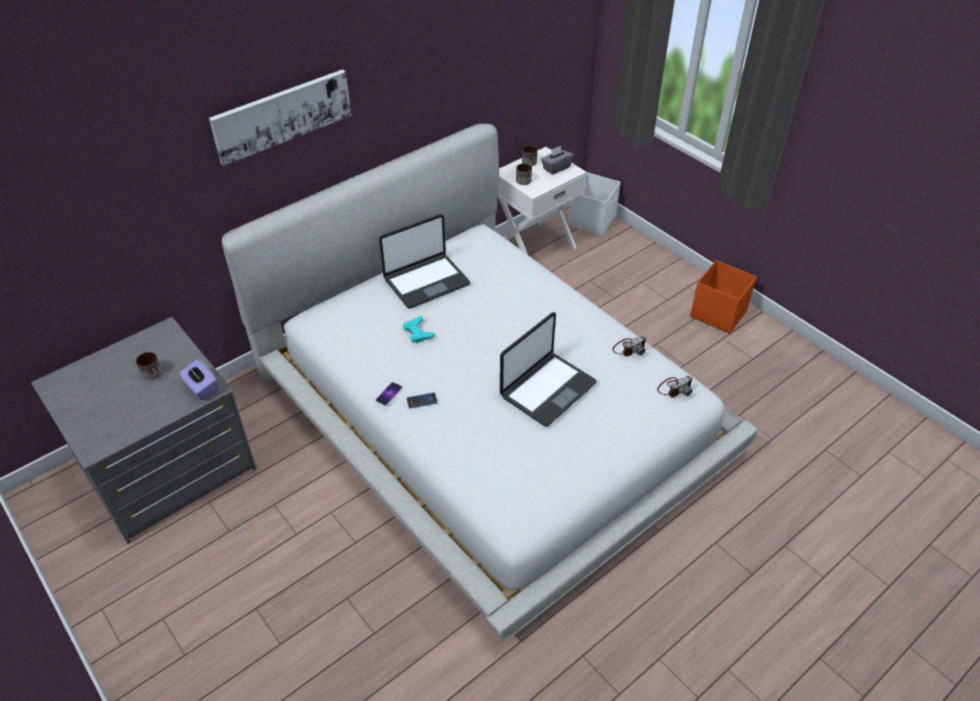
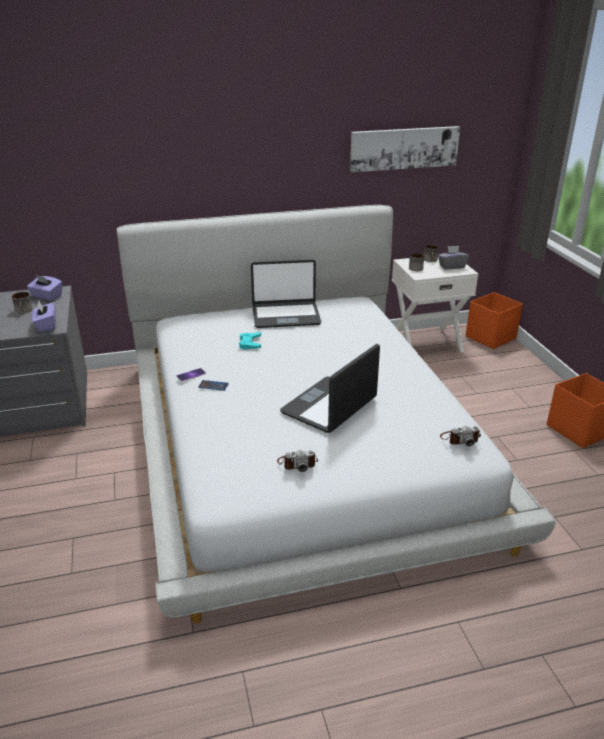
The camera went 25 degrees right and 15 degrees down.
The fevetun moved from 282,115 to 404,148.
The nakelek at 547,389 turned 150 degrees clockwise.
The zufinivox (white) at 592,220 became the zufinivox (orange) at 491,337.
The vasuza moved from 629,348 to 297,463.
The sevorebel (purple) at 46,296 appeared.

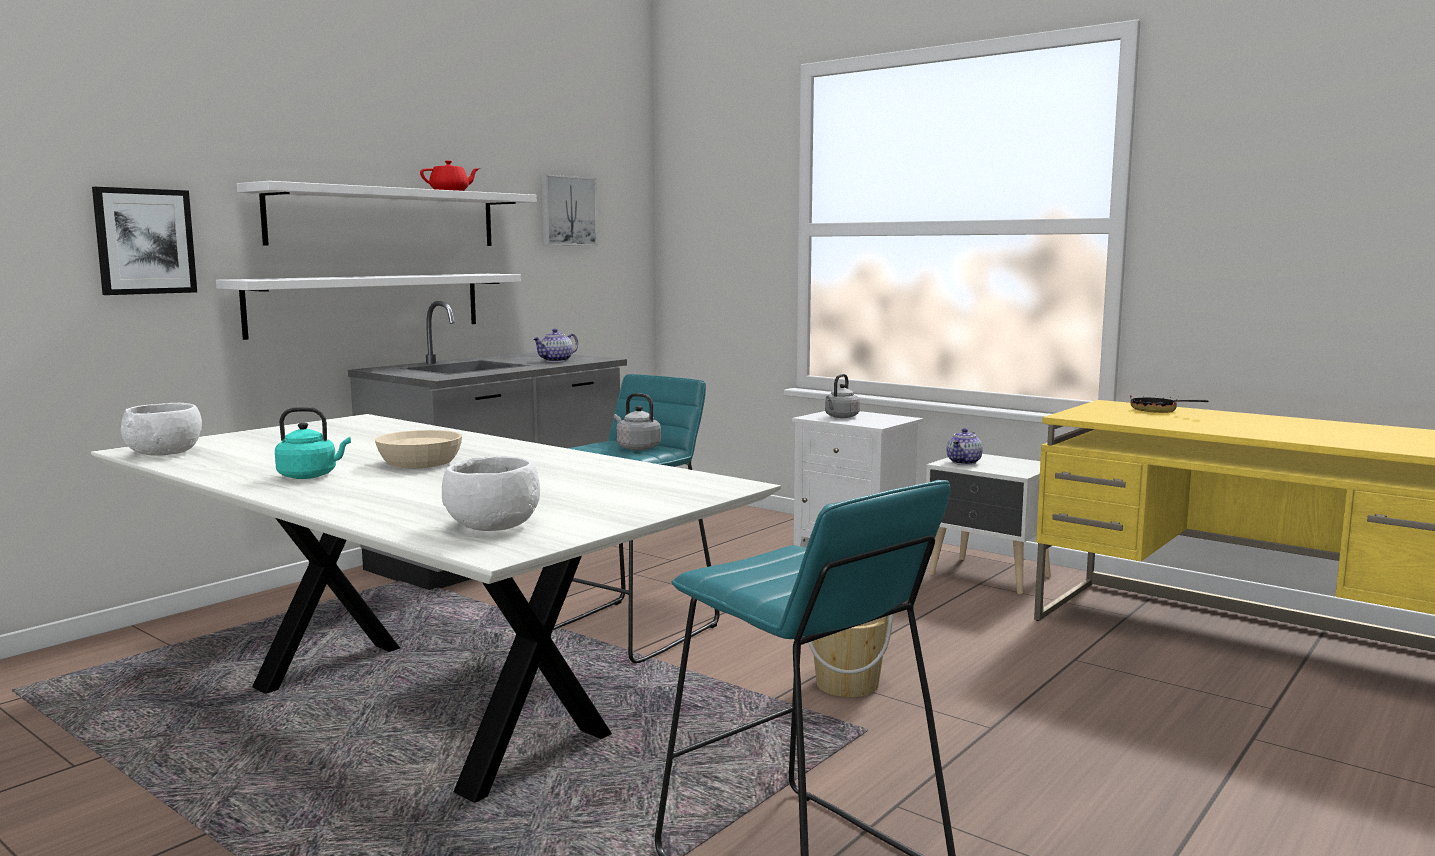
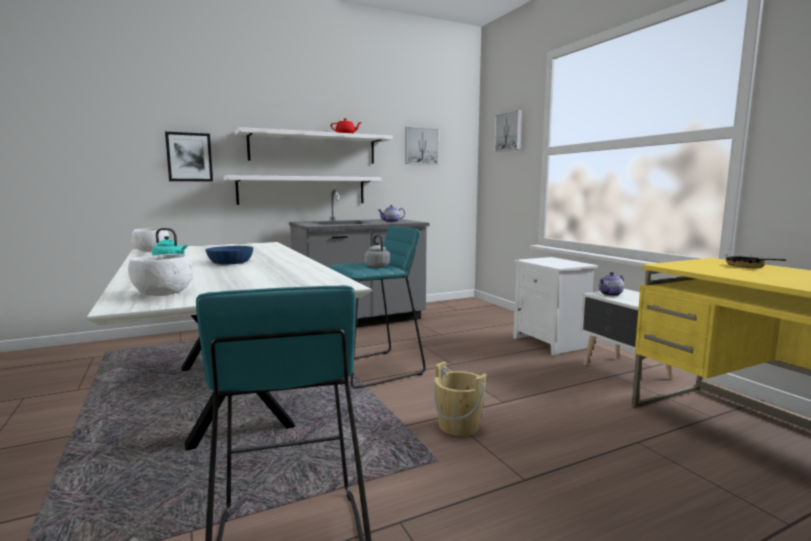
The camera went 25 degrees right and 0 degrees up.
The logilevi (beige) at 421,463 became the logilevi (blue) at 231,262.
The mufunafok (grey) at 840,417 disappeared.
The fevetun at 509,131 appeared.

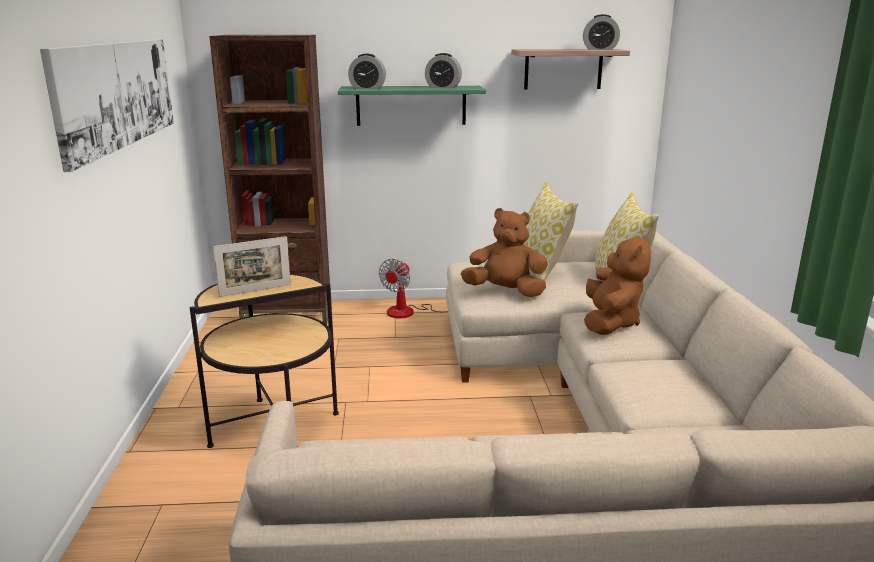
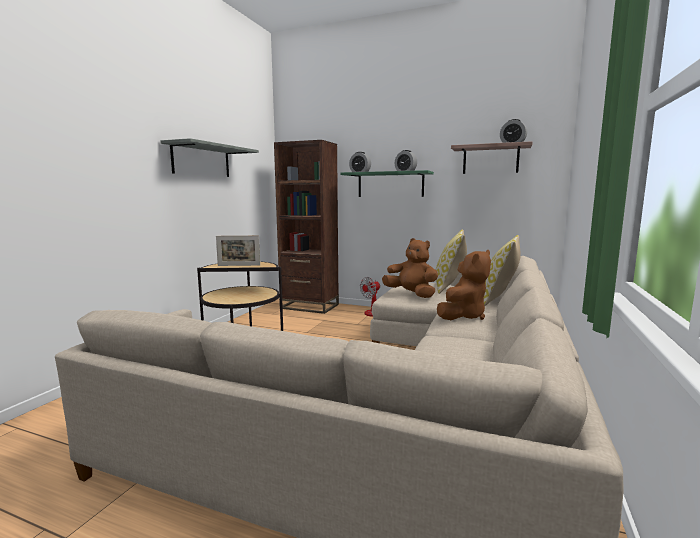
The camera went 25 degrees right and 10 degrees down.
The fevetun at 117,94 was replaced by the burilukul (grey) at 201,161.

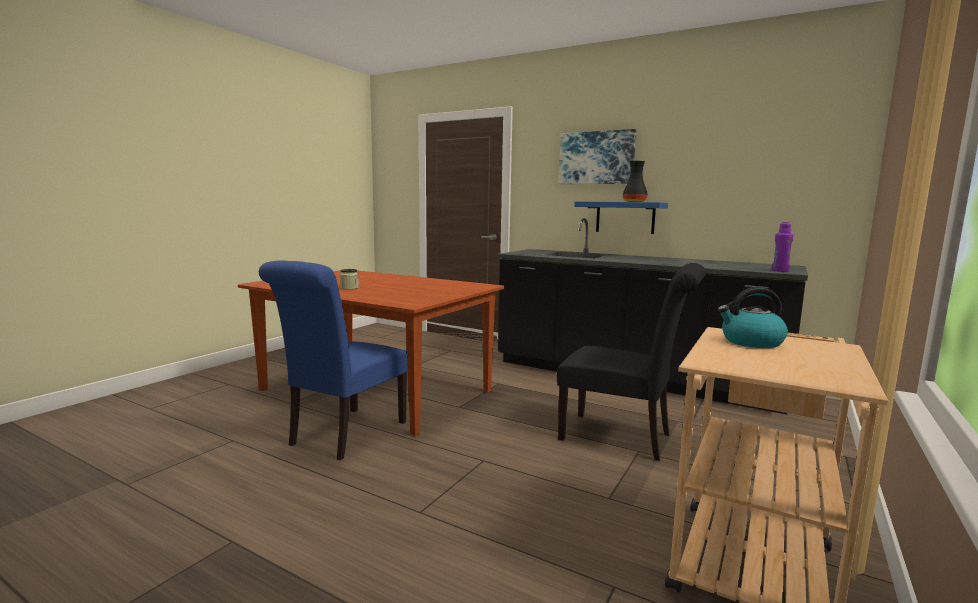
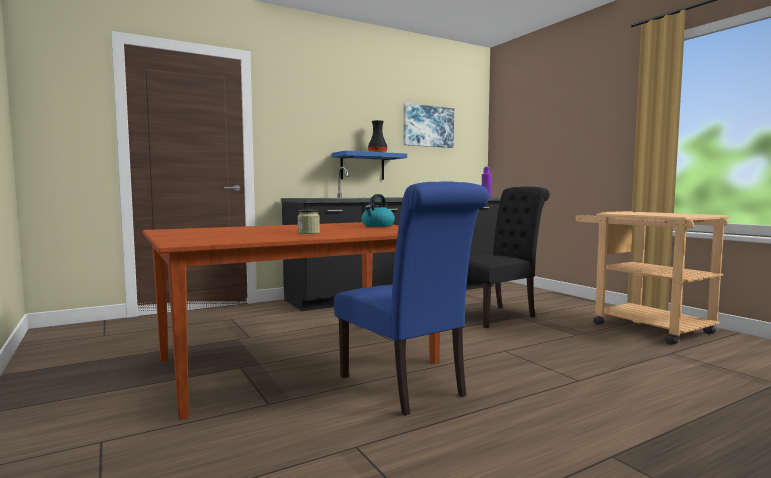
The camera went 60 degrees left and 5 degrees down.
The fevetun moved from 596,158 to 428,126.
The mufunafok moved from 751,342 to 377,225.

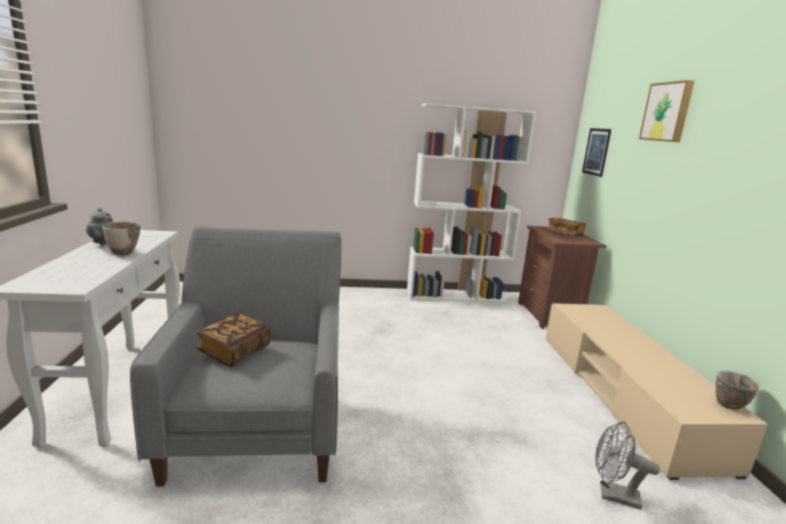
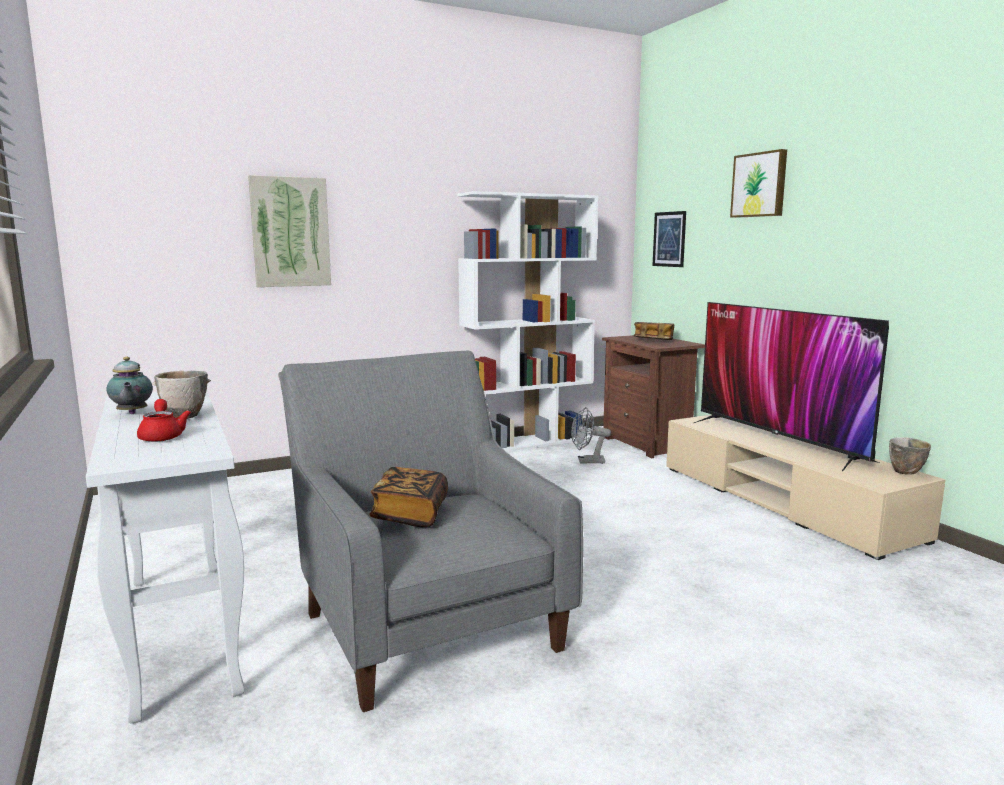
The camera went 20 degrees left and 5 degrees down.
The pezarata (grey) moved from 612,495 to 587,461.
The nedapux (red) at 162,436 appeared.
The fevetun at 290,232 appeared.
The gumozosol at 778,440 appeared.

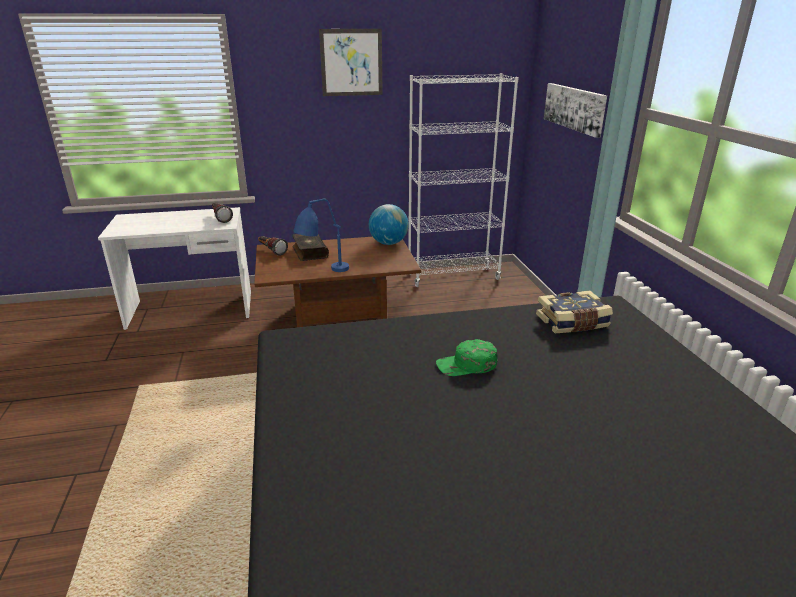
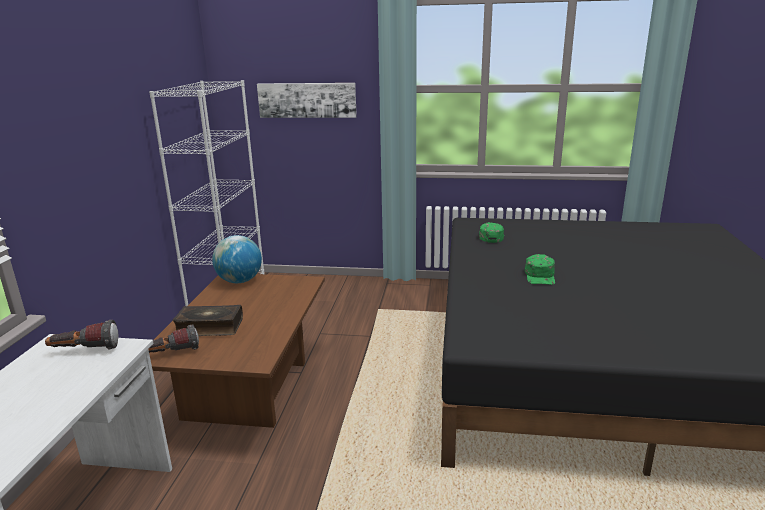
The camera went 70 degrees left and 5 degrees down.
The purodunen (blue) at 322,273 disappeared.
The fevetun at 351,62 disappeared.
The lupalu at 572,323 was replaced by the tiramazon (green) at 490,236.

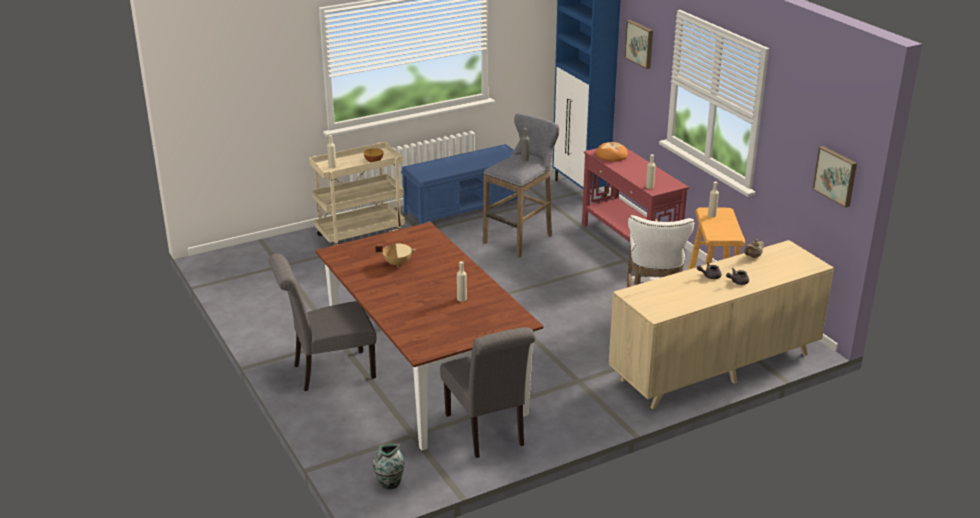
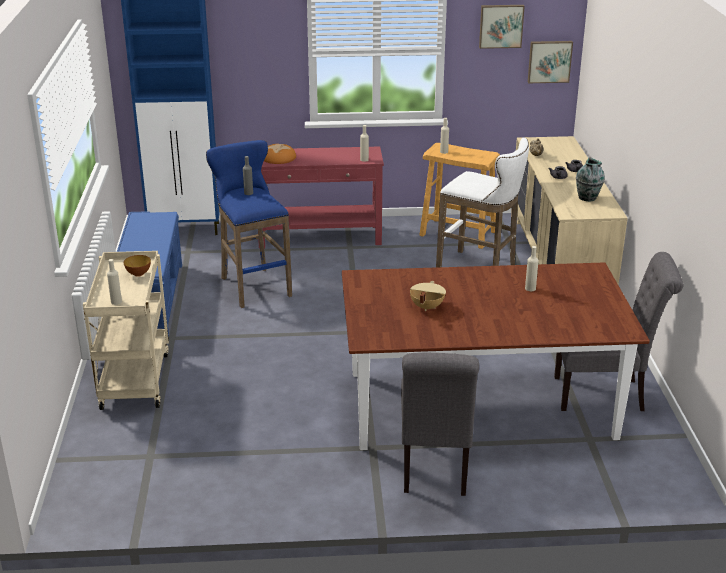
The camera went 65 degrees left and 0 degrees up.
The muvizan moved from 389,483 to 587,198.
The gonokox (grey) at 520,238 became the gonokox (blue) at 253,285.
The fevetun moved from 640,43 to 501,26.

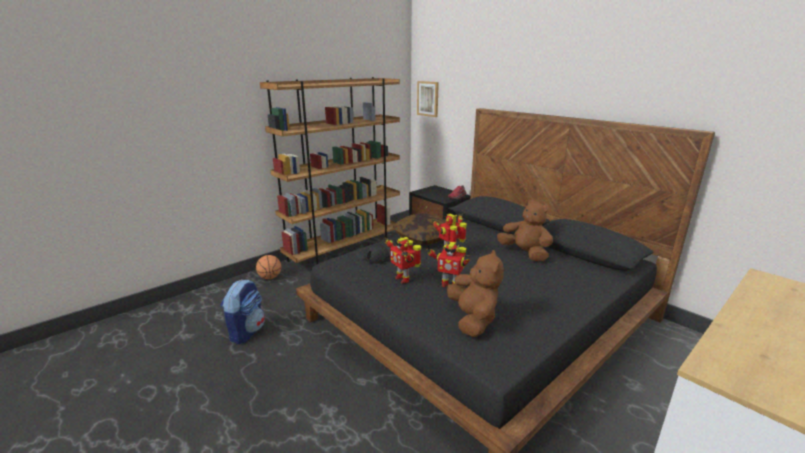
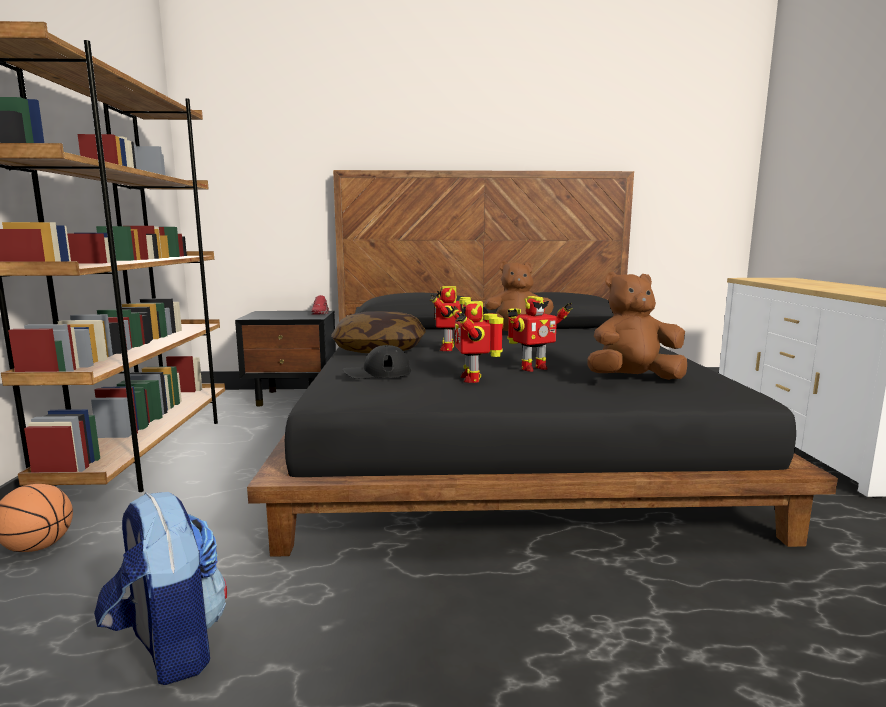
The camera went 50 degrees left and 10 degrees down.
The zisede at 403,278 turned 75 degrees clockwise.
The fevetun at 428,98 disappeared.
The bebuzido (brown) at 473,320 turned 45 degrees counterclockwise.

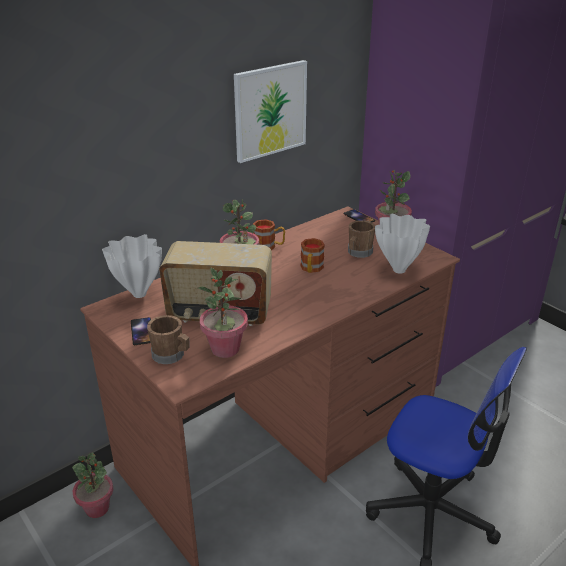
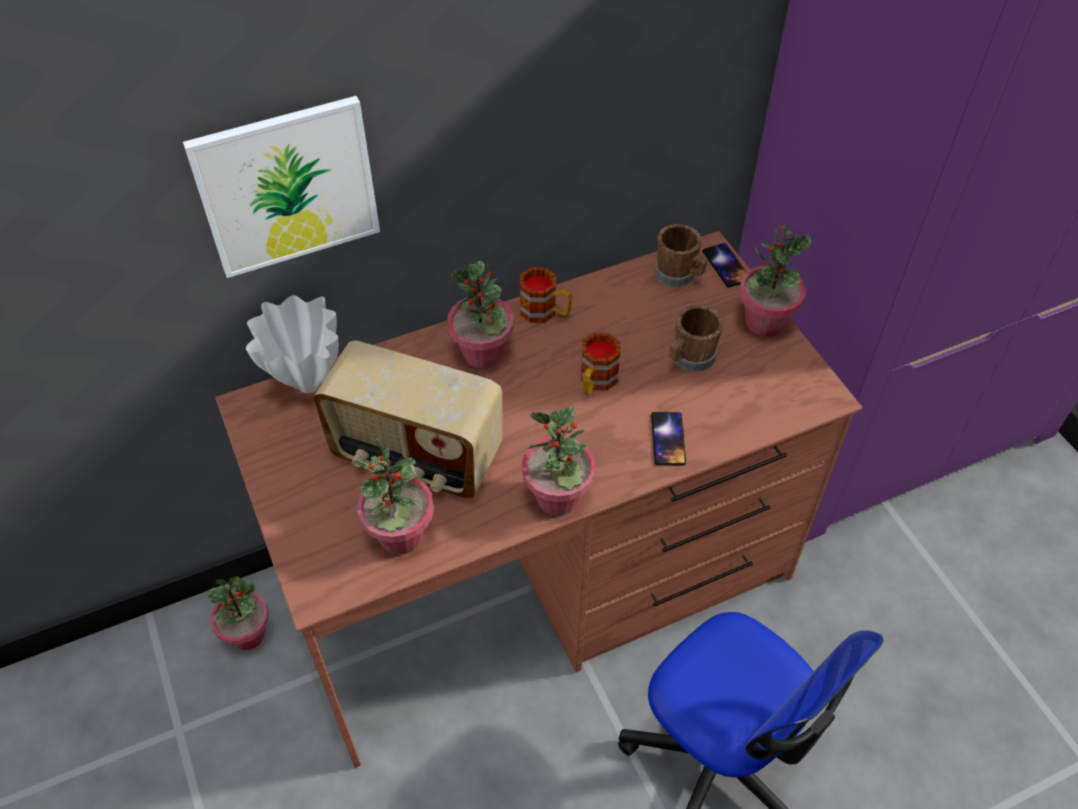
The camera went 15 degrees right and 20 degrees up.
The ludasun moved from 142,331 to 668,439.
The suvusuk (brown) moved from 171,355 to 679,275.
The fevetun moved from 270,110 to 287,187.
The muvizan (white) at 398,269 disappeared.
The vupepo at 558,498 appeared.

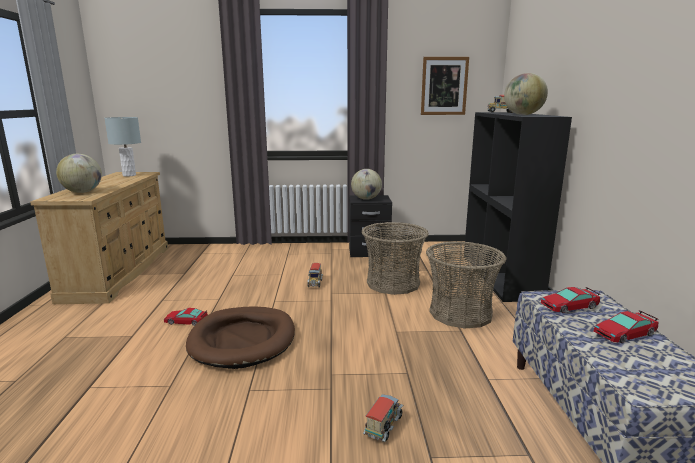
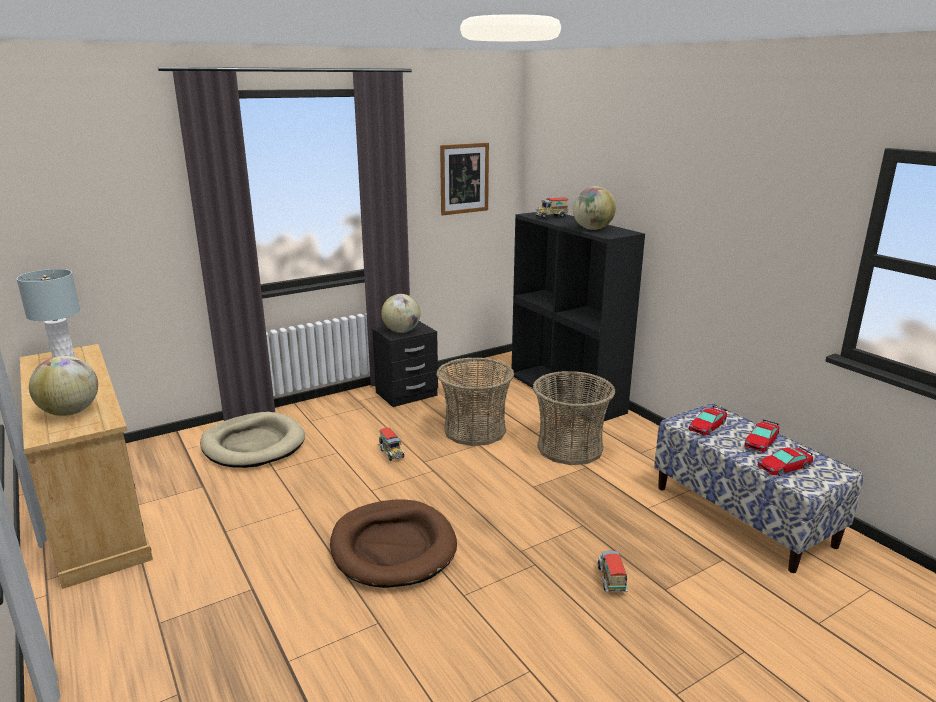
The camera went 30 degrees left and 5 degrees up.
The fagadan moved from 186,321 to 784,467.
The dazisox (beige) at 253,444 appeared.

